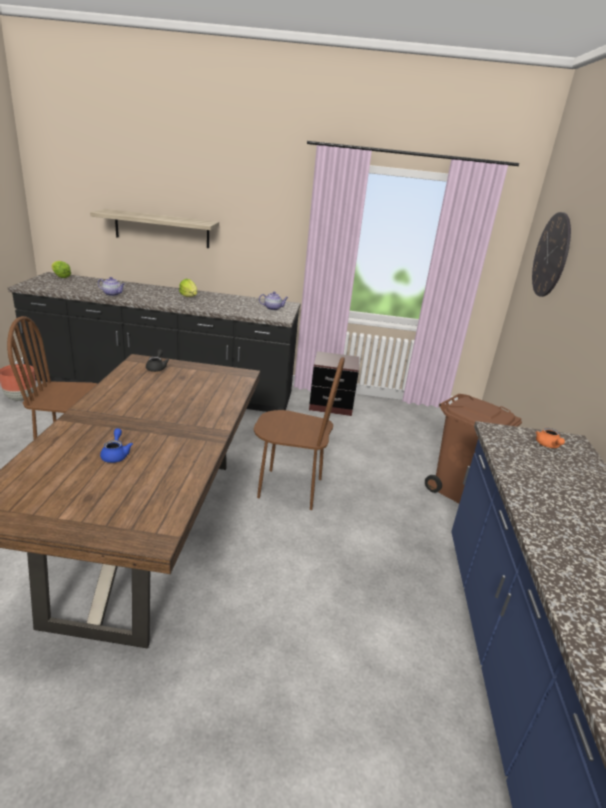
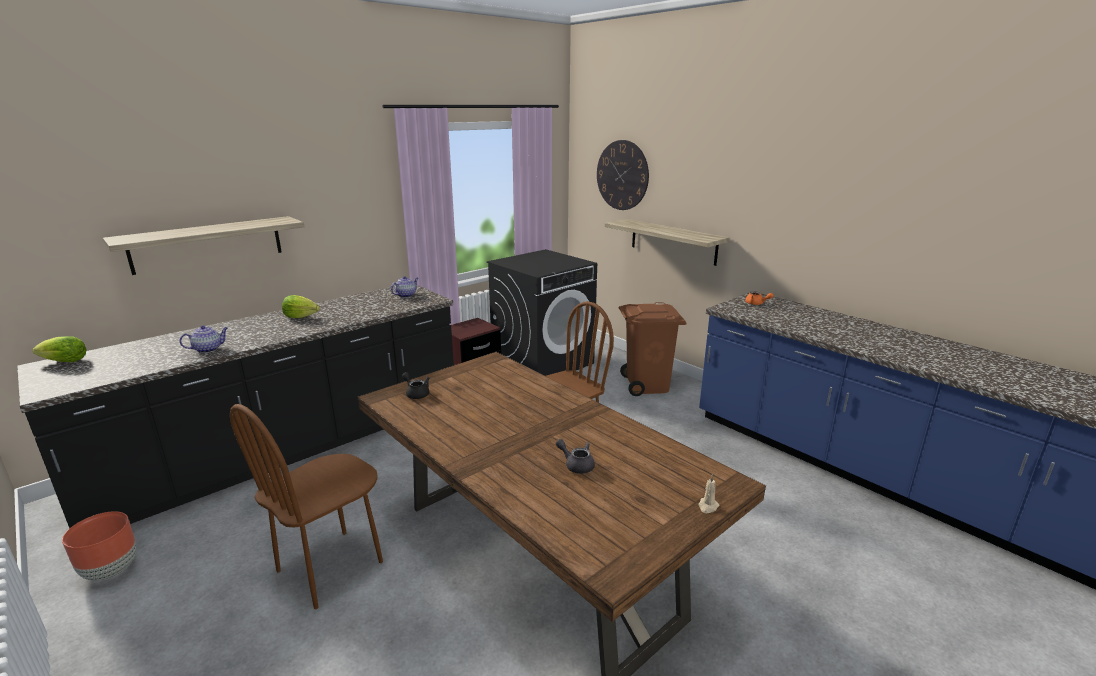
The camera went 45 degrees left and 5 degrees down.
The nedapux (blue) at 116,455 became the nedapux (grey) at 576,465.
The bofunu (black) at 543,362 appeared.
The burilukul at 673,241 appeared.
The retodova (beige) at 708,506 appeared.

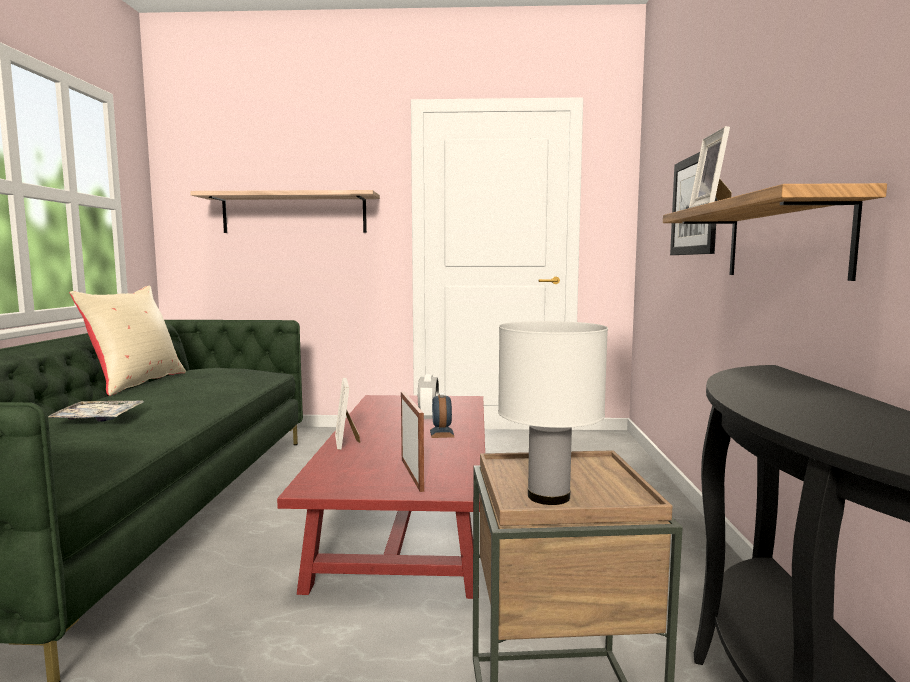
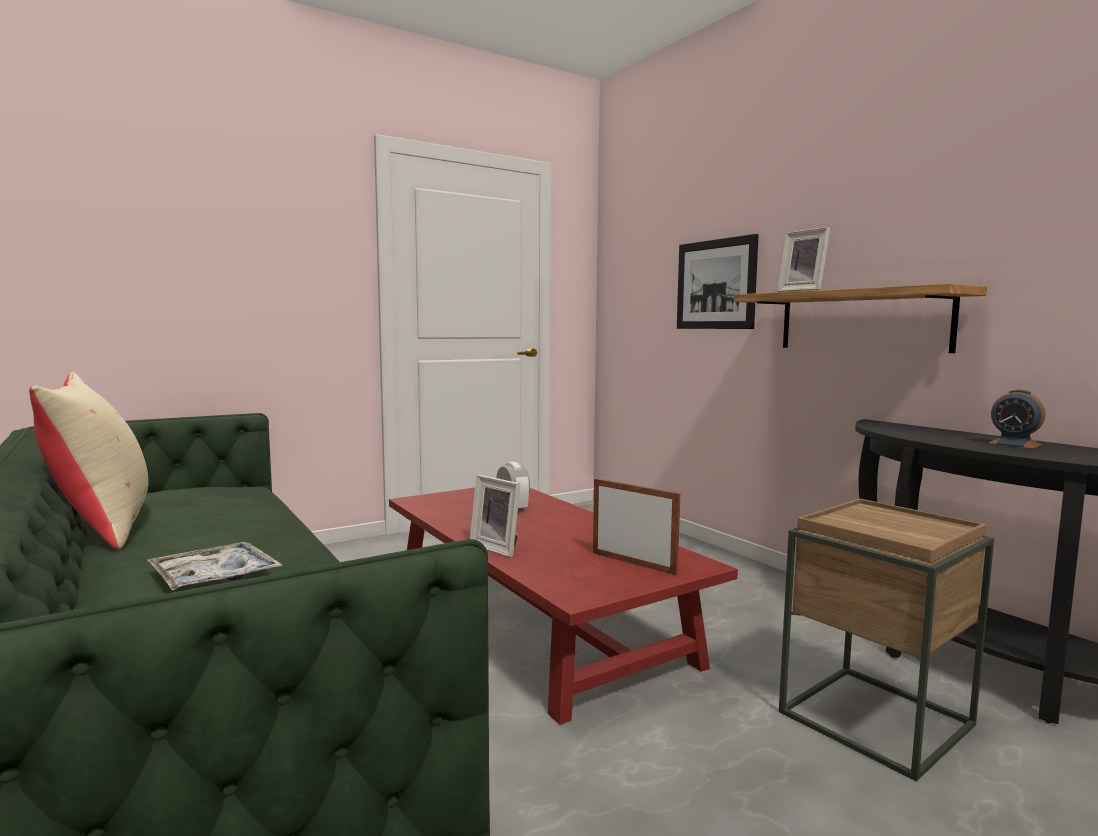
The camera went 35 degrees left and 0 degrees up.
The burilukul at 294,214 disappeared.
The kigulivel moved from 441,433 to 1014,444.
The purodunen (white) at 549,496 disappeared.

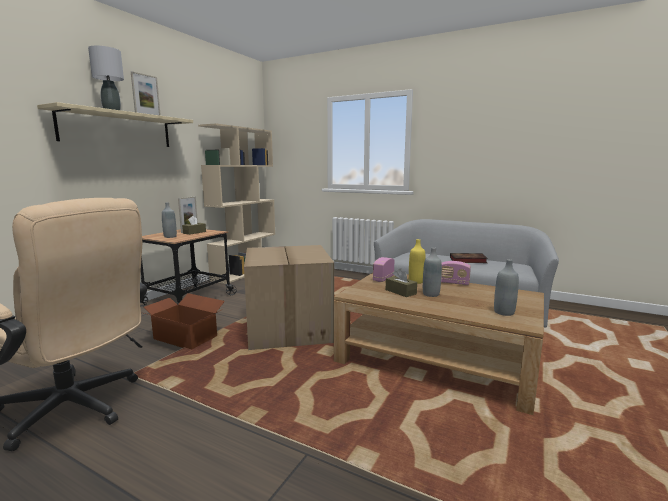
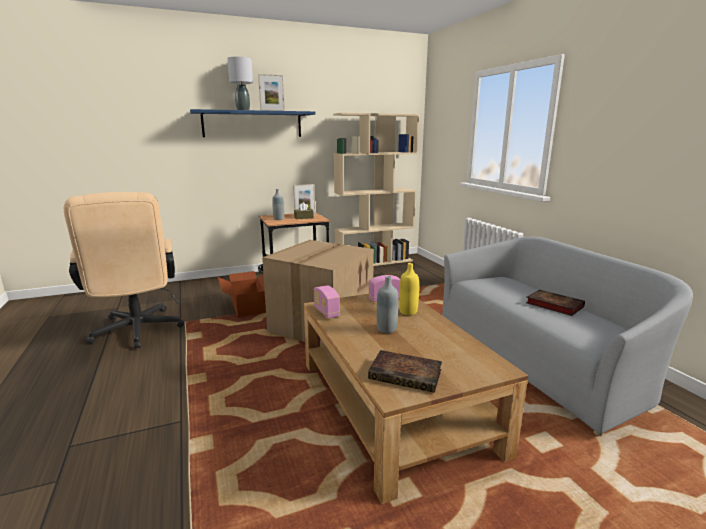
The camera went 40 degrees right and 5 degrees up.
The burilukul (beige) at 118,129 became the burilukul (blue) at 252,124.
The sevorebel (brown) at 400,292 disappeared.
The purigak moved from 454,283 to 326,312.
The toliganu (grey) at 504,312 was replaced by the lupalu at 407,375.

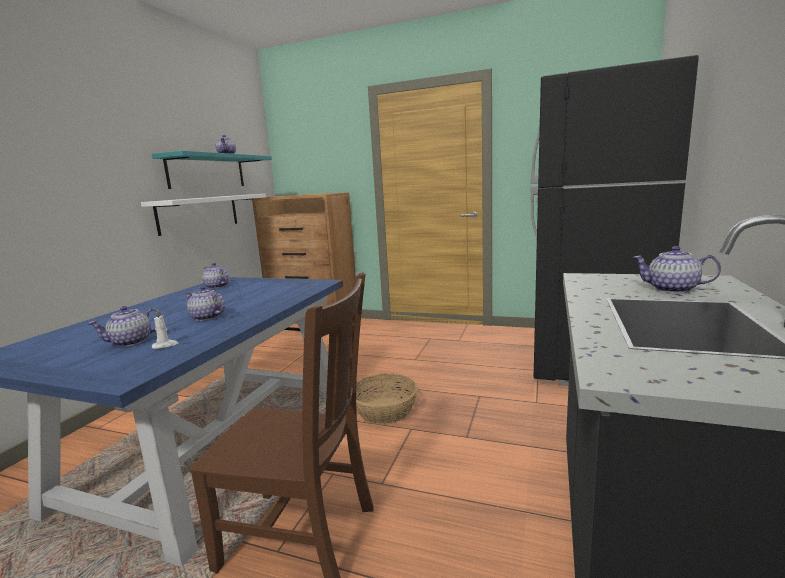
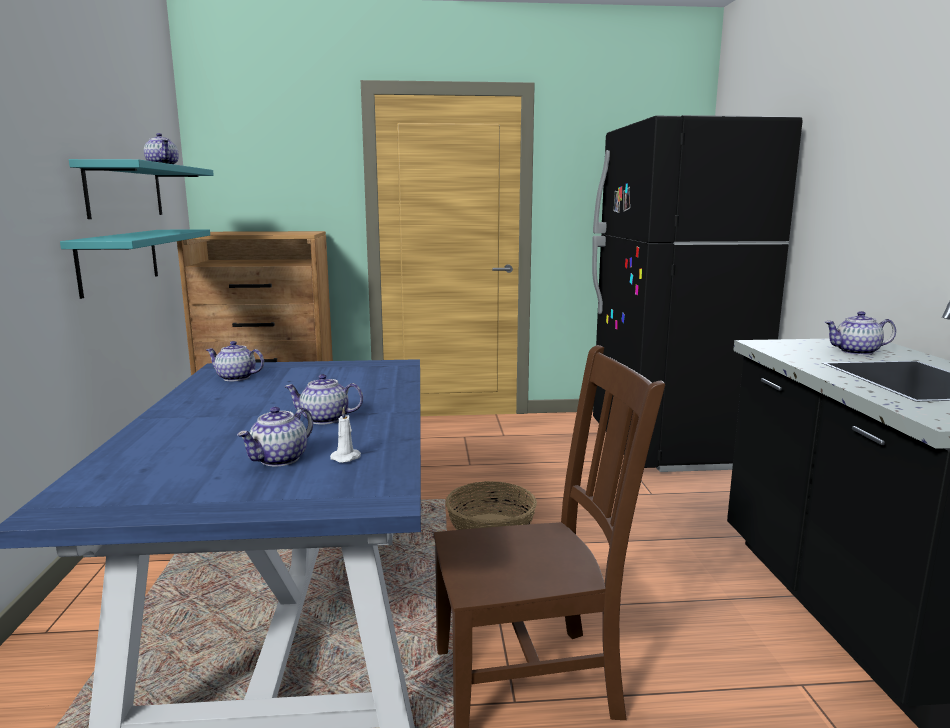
The camera went 25 degrees left and 0 degrees up.
The burilukul (white) at 199,213 became the burilukul (turquoise) at 119,260.

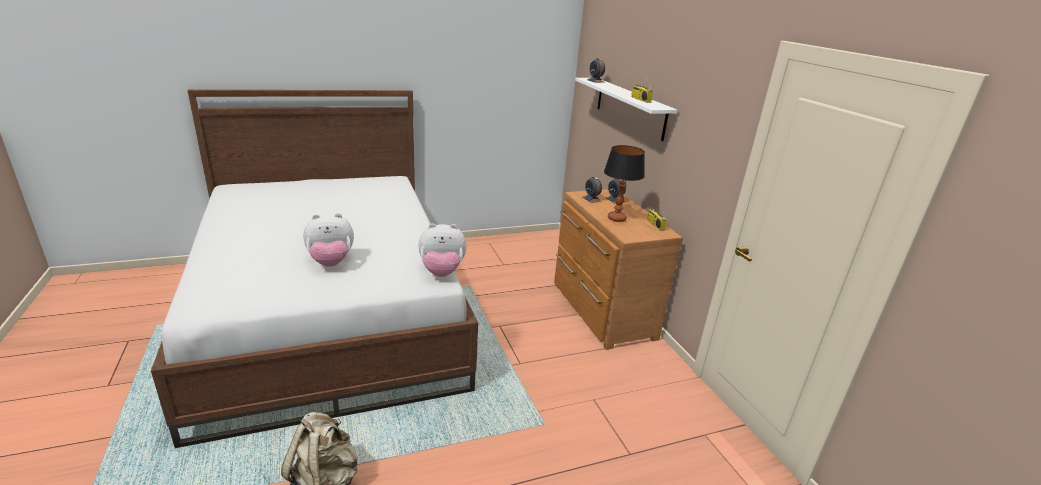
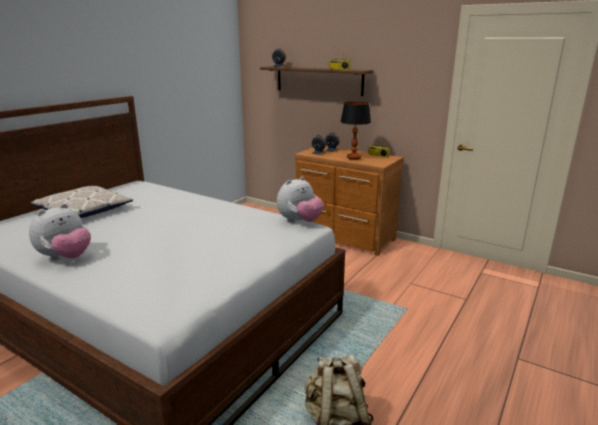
The camera went 35 degrees left and 5 degrees down.
The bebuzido moved from 331,262 to 66,258.
The burilukul (white) at 630,107 became the burilukul (brown) at 318,80.
The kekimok at 83,210 appeared.

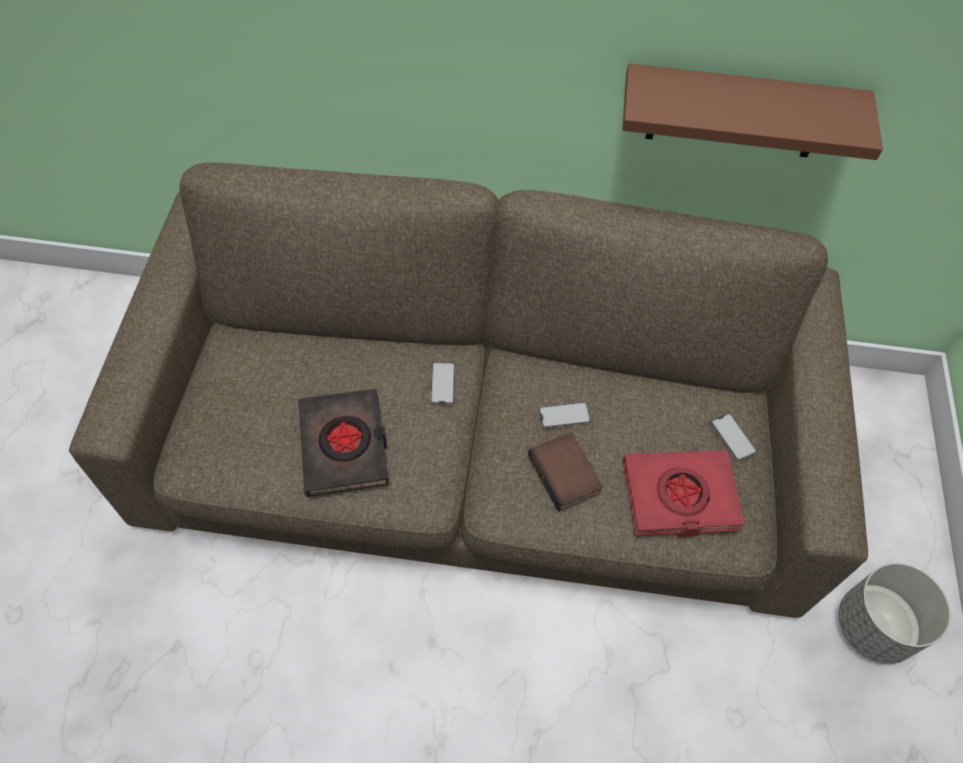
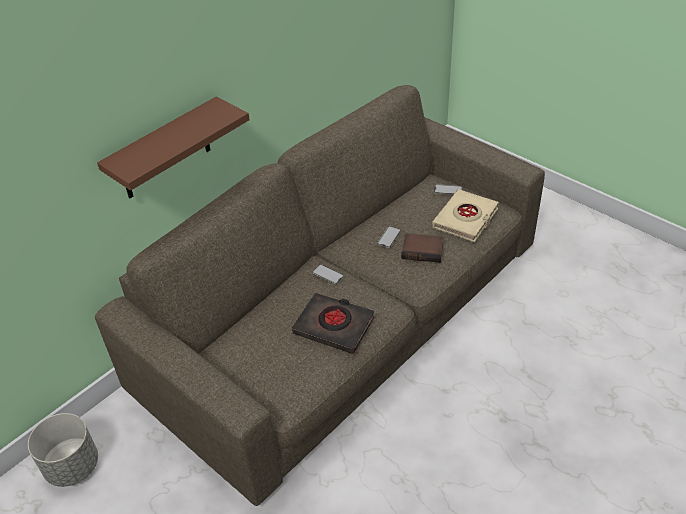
The camera went 50 degrees left and 15 degrees down.
The burilukul (brown) moved from 737,112 to 165,150.
The lupalu (red) at 679,497 became the lupalu (beige) at 465,219.
The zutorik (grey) moved from 873,627 to 72,466.

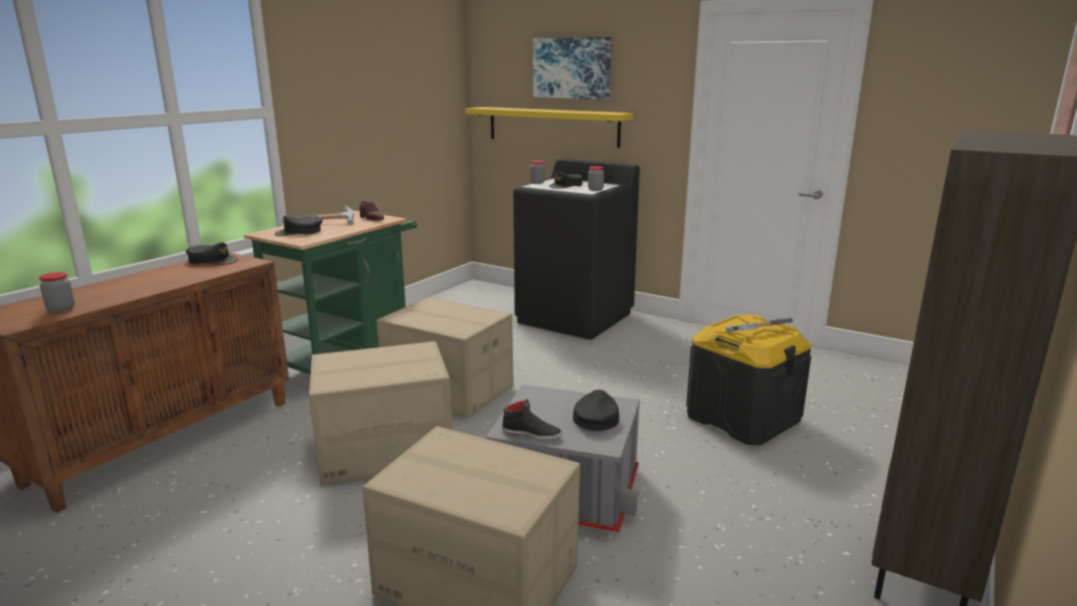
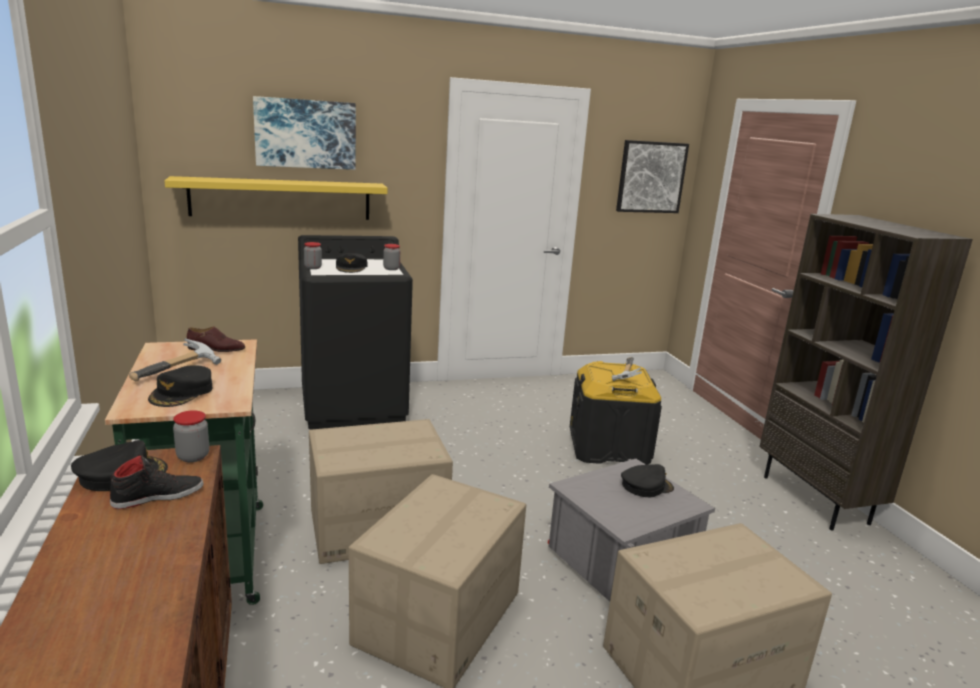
The camera went 50 degrees left and 0 degrees up.
The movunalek moved from 61,309 to 193,456.
The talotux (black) moved from 531,433 to 158,496.
The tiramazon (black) at 596,418 turned 105 degrees clockwise.
The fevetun at 651,177 appeared.

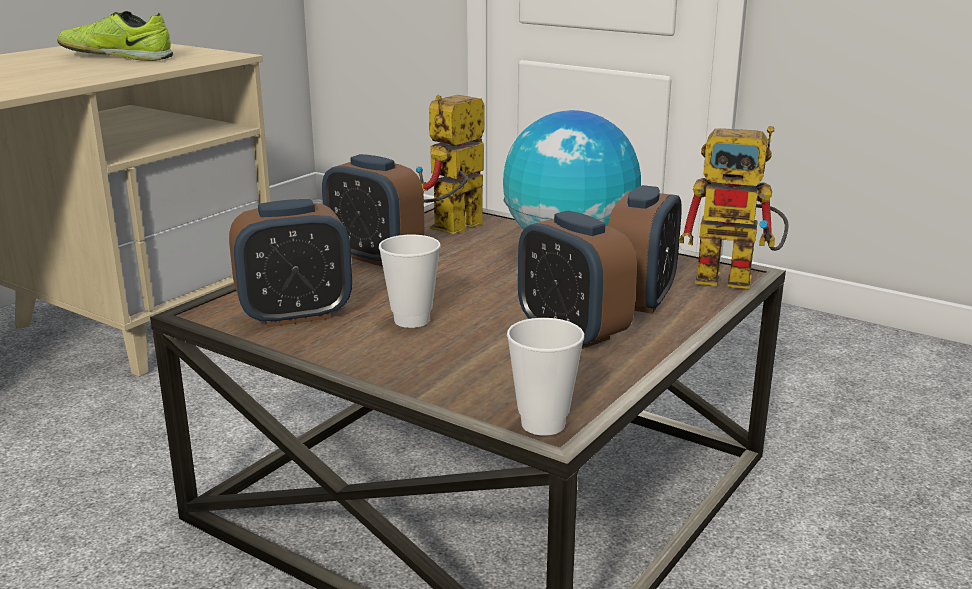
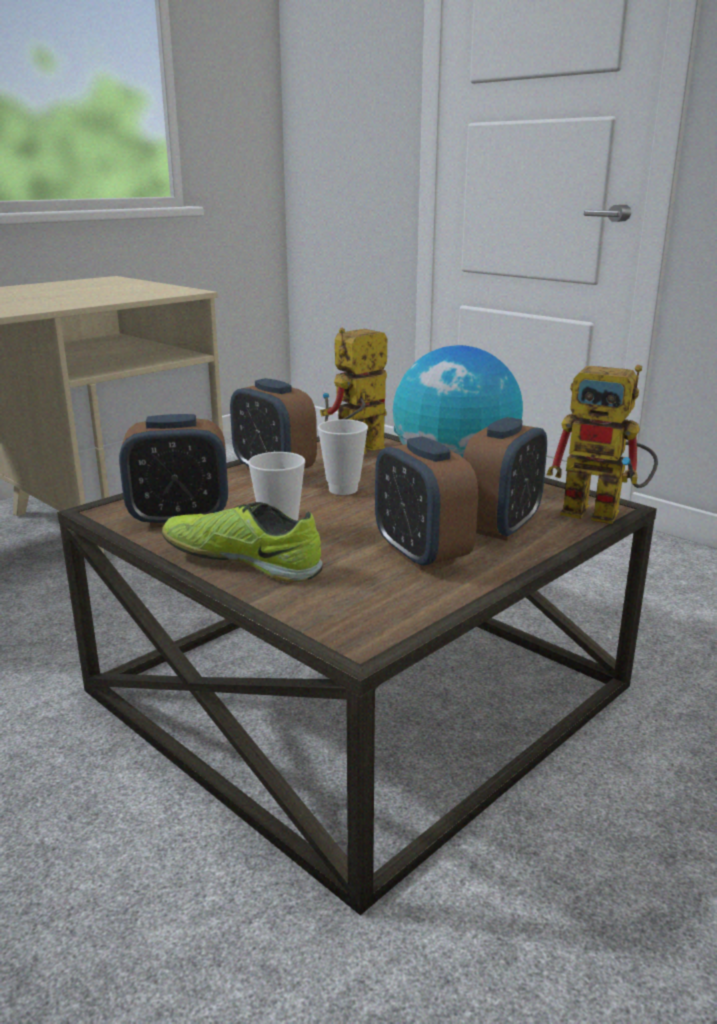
The camera went 10 degrees right and 0 degrees up.
The talotux moved from 117,57 to 242,560.
The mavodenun moved from 543,424 to 343,489.

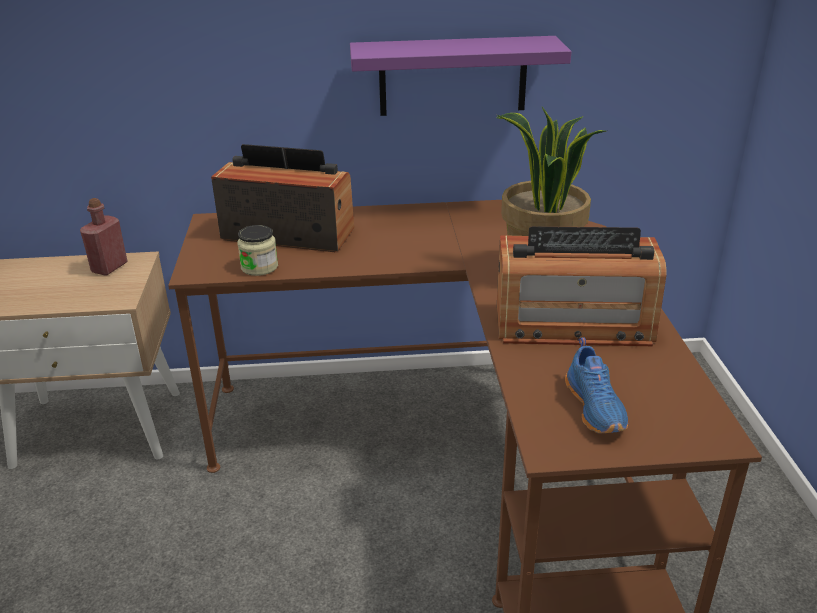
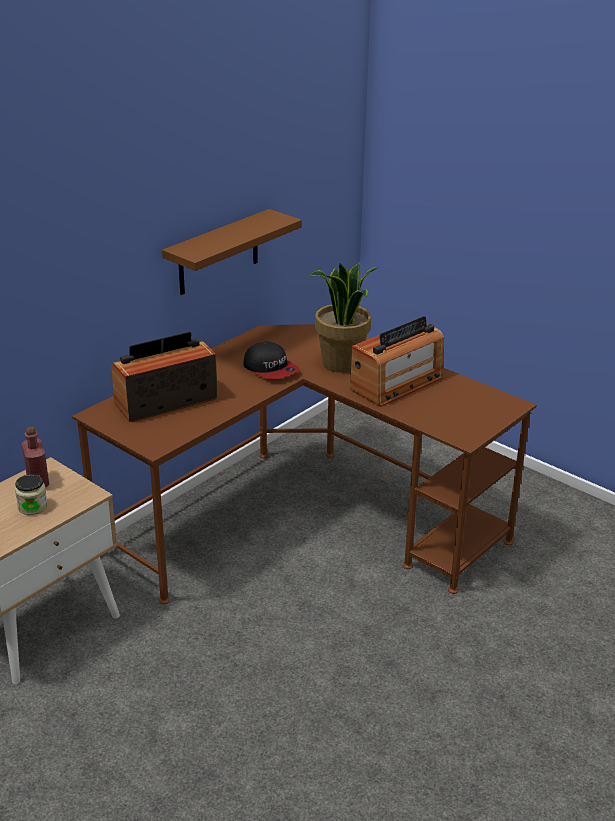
The camera went 45 degrees left and 0 degrees up.
The movunalek moved from 259,267 to 32,507.
The burilukul (purple) at 453,76 became the burilukul (brown) at 218,253.
The talotux (blue) at 596,407 disappeared.
The tiramazon at 270,369 appeared.

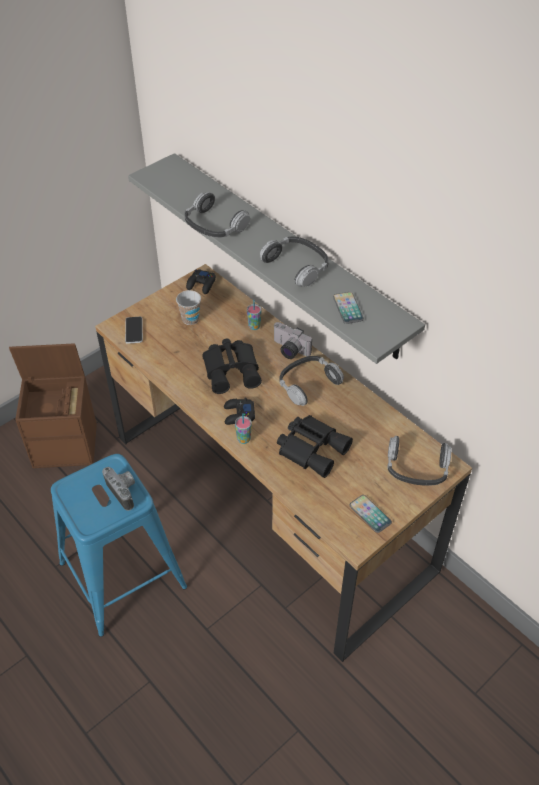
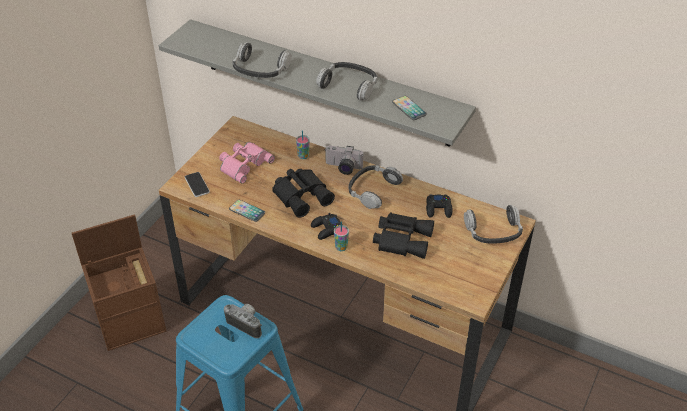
The camera went 20 degrees left and 5 degrees down.
The mavodenun at 190,319 was replaced by the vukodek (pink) at 244,164.
The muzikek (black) moved from 201,284 to 438,209.
The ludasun moved from 370,514 to 247,211.

